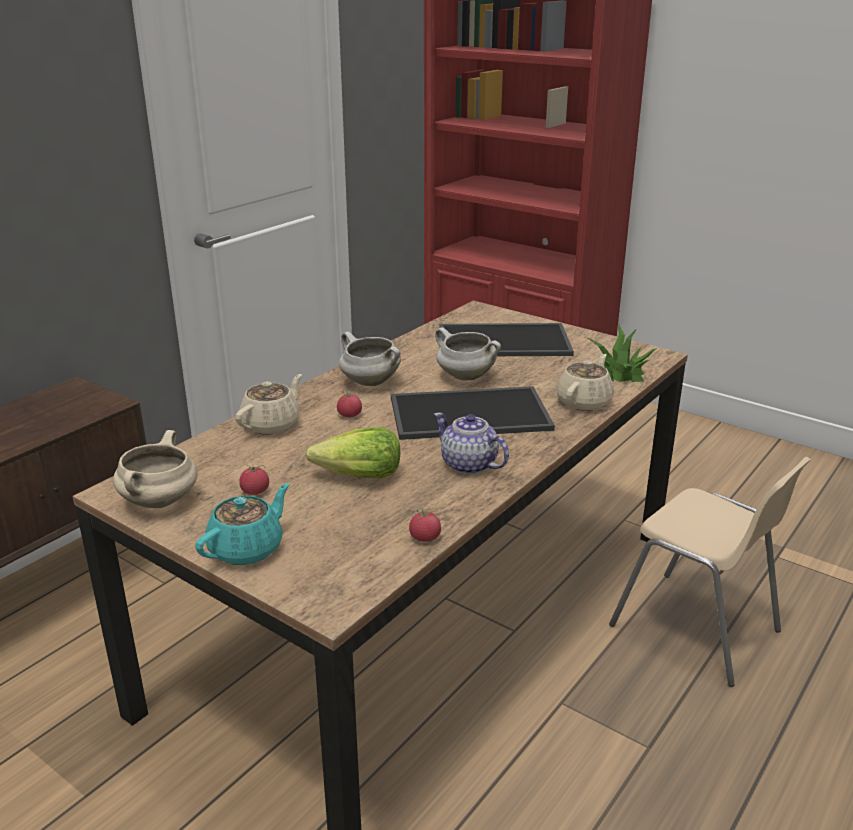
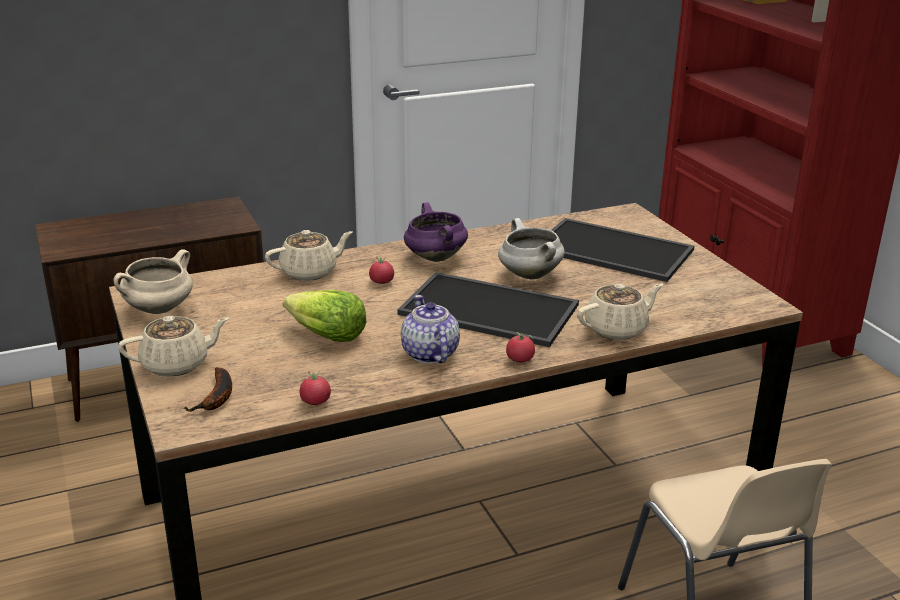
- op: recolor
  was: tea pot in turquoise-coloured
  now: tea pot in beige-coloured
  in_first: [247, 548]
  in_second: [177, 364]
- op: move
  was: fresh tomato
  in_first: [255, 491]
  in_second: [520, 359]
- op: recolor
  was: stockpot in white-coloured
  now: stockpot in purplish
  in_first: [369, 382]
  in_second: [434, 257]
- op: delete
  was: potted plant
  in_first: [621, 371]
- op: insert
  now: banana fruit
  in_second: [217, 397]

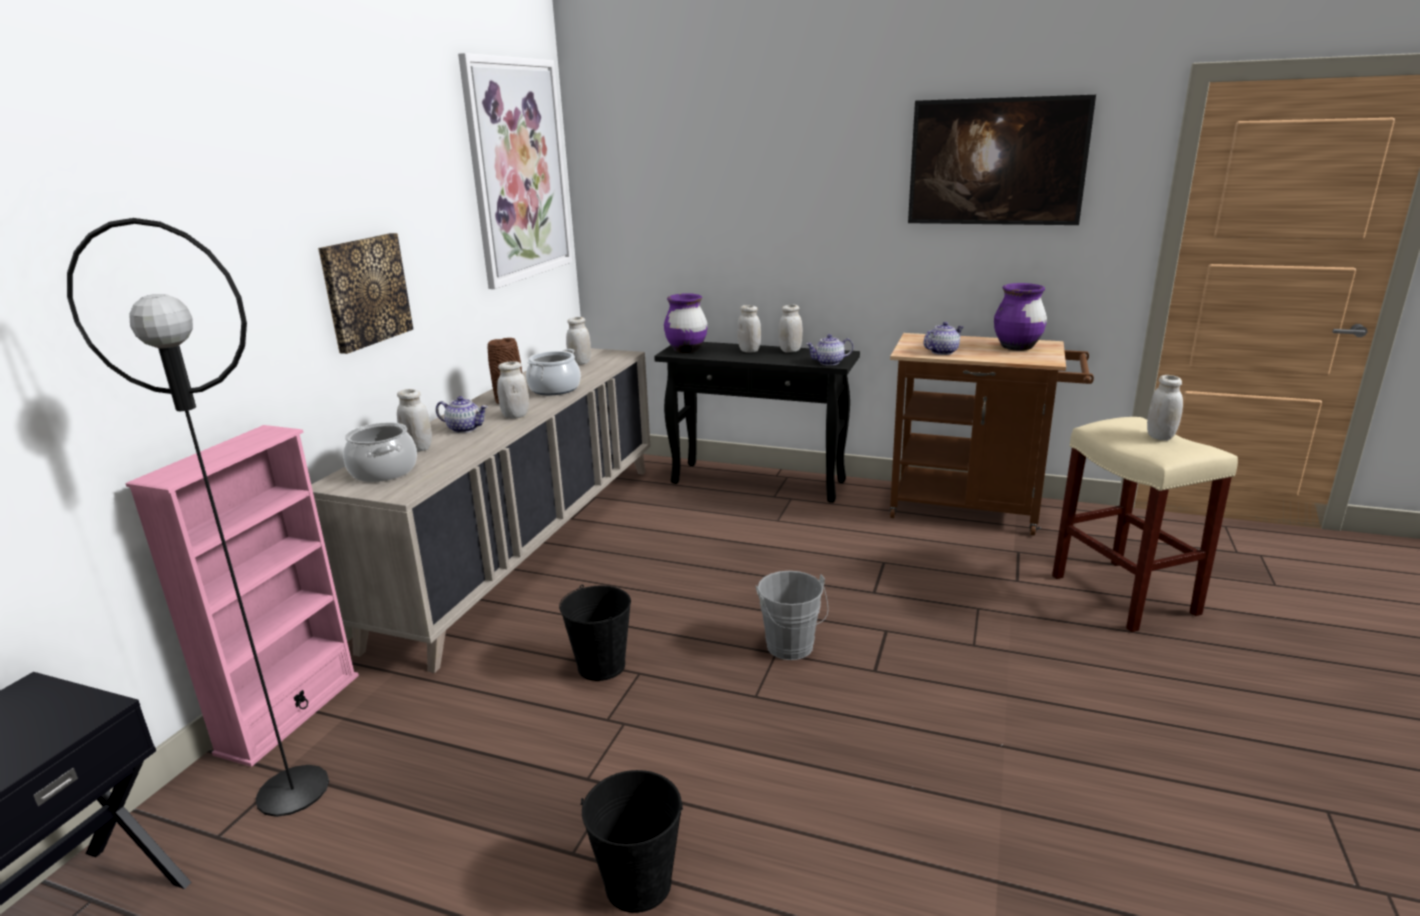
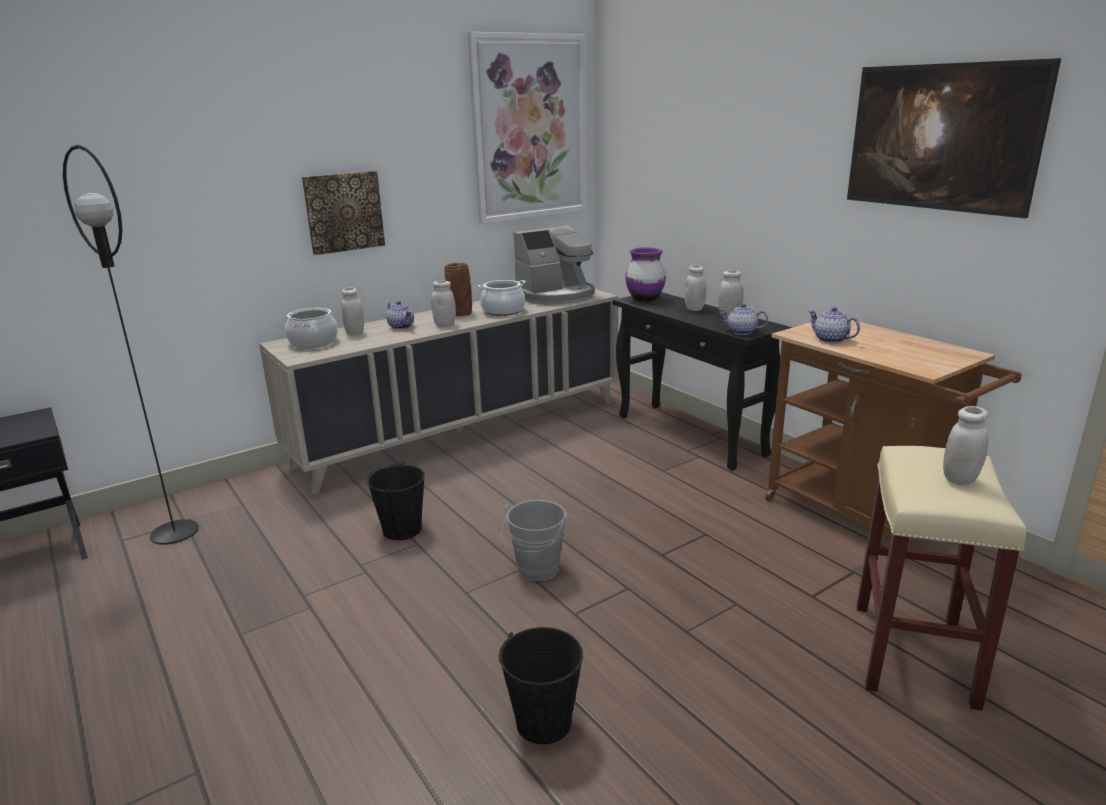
- op: delete
  was: bookshelf in pinkish
  in_first: [289, 713]
- op: replace
  was: jar in white-coloured
  now: coffee maker
  in_first: [580, 363]
  in_second: [556, 296]
- op: move
  was: bucket in black
  in_first: [638, 883]
  in_second: [544, 721]
- op: rotate
  was: tea pot
  in_first: [942, 352]
  in_second: [830, 339]
  clockwise: -135
- op: delete
  was: decorative vase in purplish
  in_first: [1017, 347]

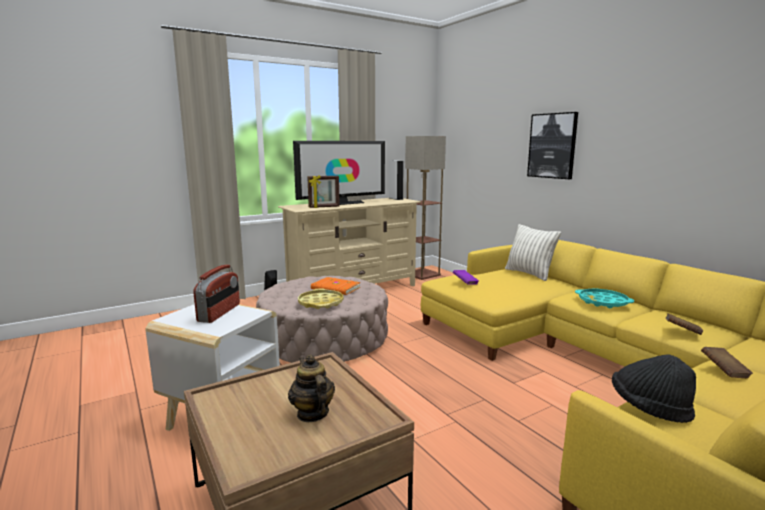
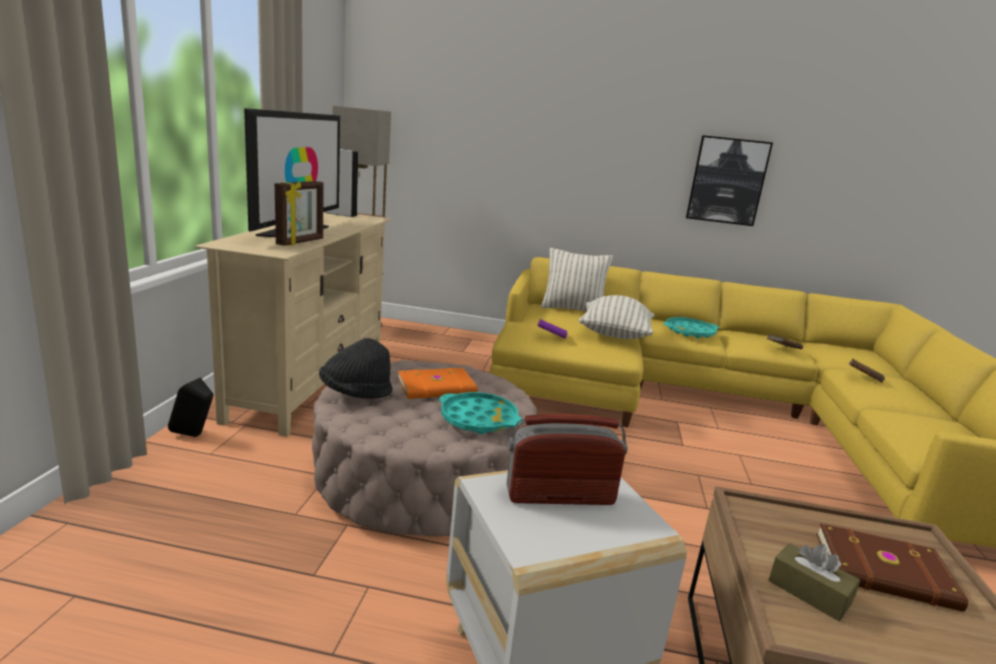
- op: rotate
  was: radio
  in_first: [220, 313]
  in_second: [560, 495]
  clockwise: -60
- op: replace
  was: tea pot
  now: bound book in brown
  in_first: [312, 413]
  in_second: [885, 573]
- op: recolor
  was: tray in yellow
  now: tray in turquoise-coloured
  in_first: [321, 303]
  in_second: [478, 419]
- op: move
  was: wall picture
  in_first: [552, 146]
  in_second: [727, 181]
- op: move
  was: wearable hat in black
  in_first: [649, 408]
  in_second: [356, 393]
- op: insert
  now: throw pillow
  in_second: [614, 336]
- op: insert
  now: box of tissues in brown
  in_second: [809, 592]

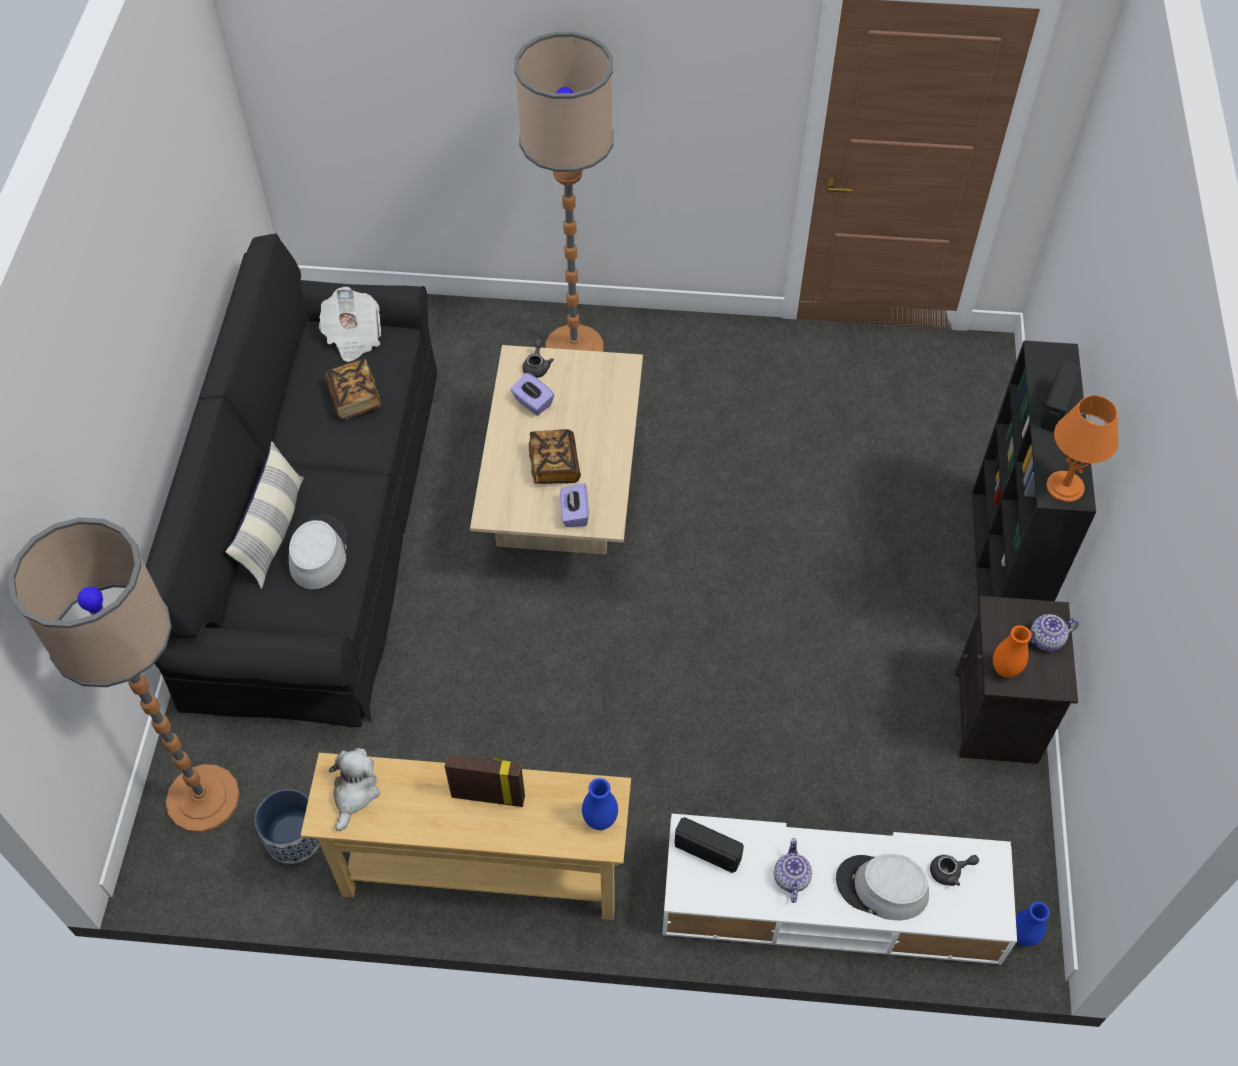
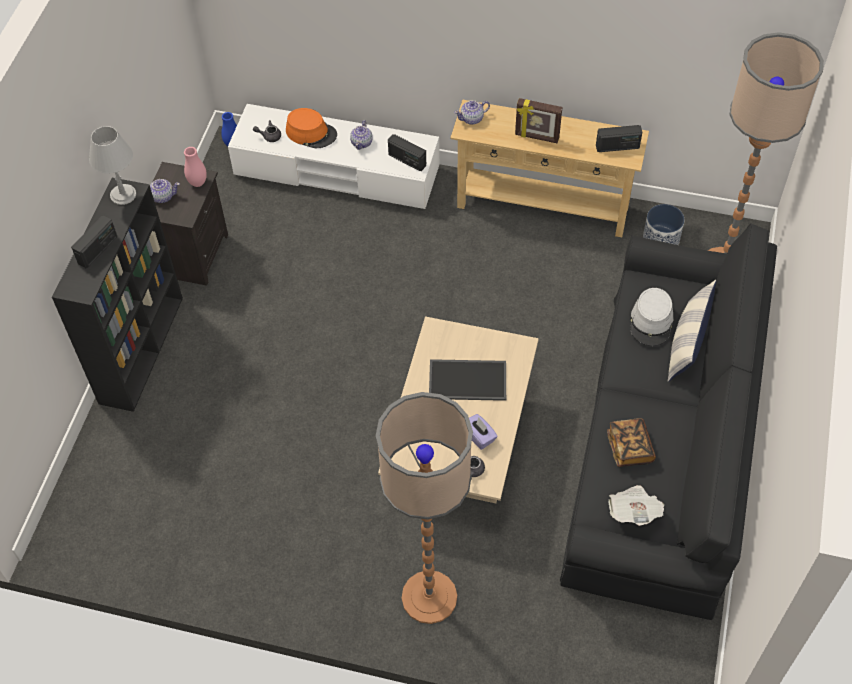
- op: replace
  was: plush toy
  now: radio
  in_first: [354, 793]
  in_second: [617, 147]
- op: replace
  was: bound book
  now: tray
  in_first: [554, 465]
  in_second: [468, 379]
- op: delete
  was: box of tissues in purplish
  in_first: [574, 513]
- op: replace
  was: decorative vase in bluish
  now: tea pot
  in_first: [600, 820]
  in_second: [472, 119]
- op: recolor
  was: wearable hat in grey
  now: wearable hat in orange
  in_first: [882, 888]
  in_second: [311, 133]
- op: recolor
  was: decorative vase in orange
  now: decorative vase in pinkish
  in_first: [1005, 669]
  in_second: [198, 183]
- op: recolor
  was: table lamp in orange
  now: table lamp in grey
  in_first: [1064, 486]
  in_second: [123, 195]

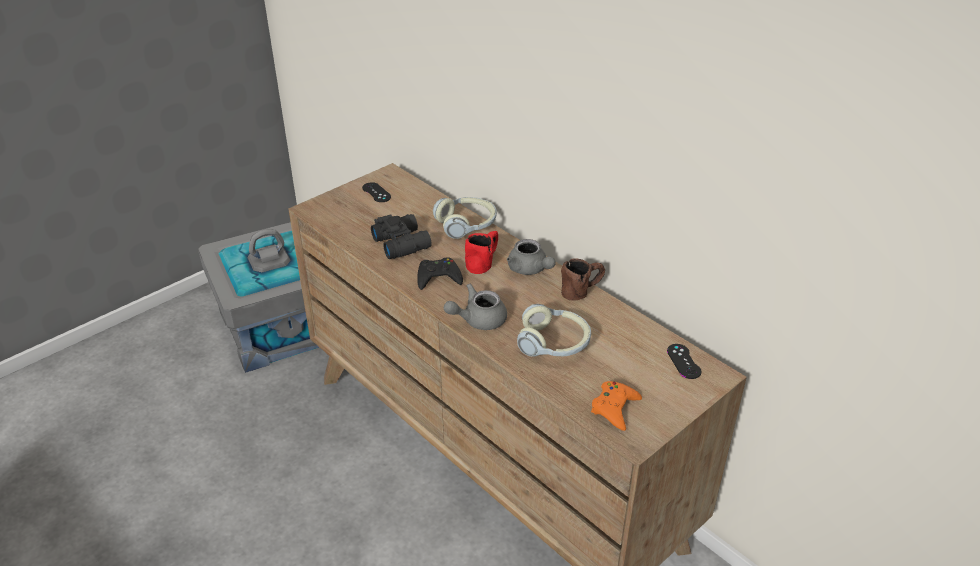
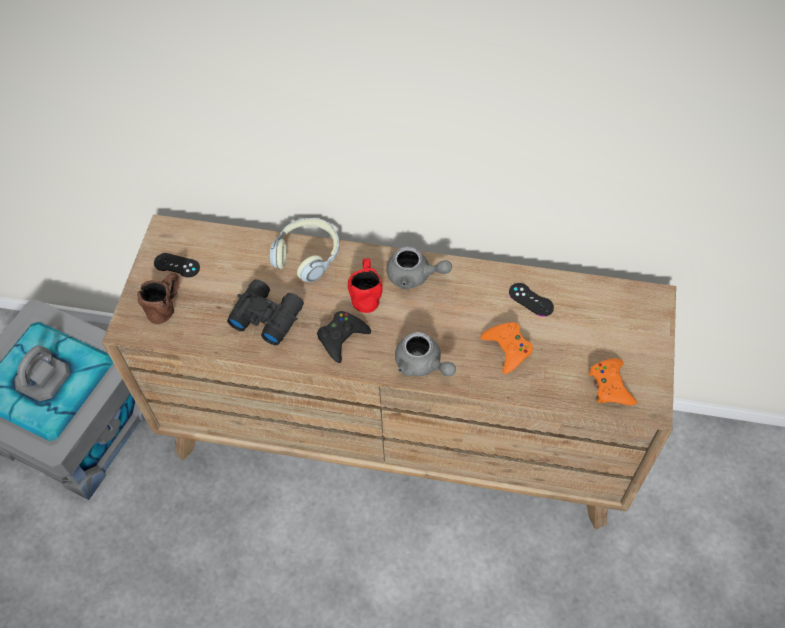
- op: rotate
  was: tea pot in grey
  in_first: [478, 320]
  in_second: [422, 364]
  clockwise: -75
- op: replace
  was: pair of headphones
  now: gamepad in orange
  in_first: [554, 343]
  in_second: [508, 348]
- op: move
  was: mug in brown
  in_first: [582, 291]
  in_second: [166, 304]
- op: move
  was: gamepad in black
  in_first: [683, 361]
  in_second: [531, 300]

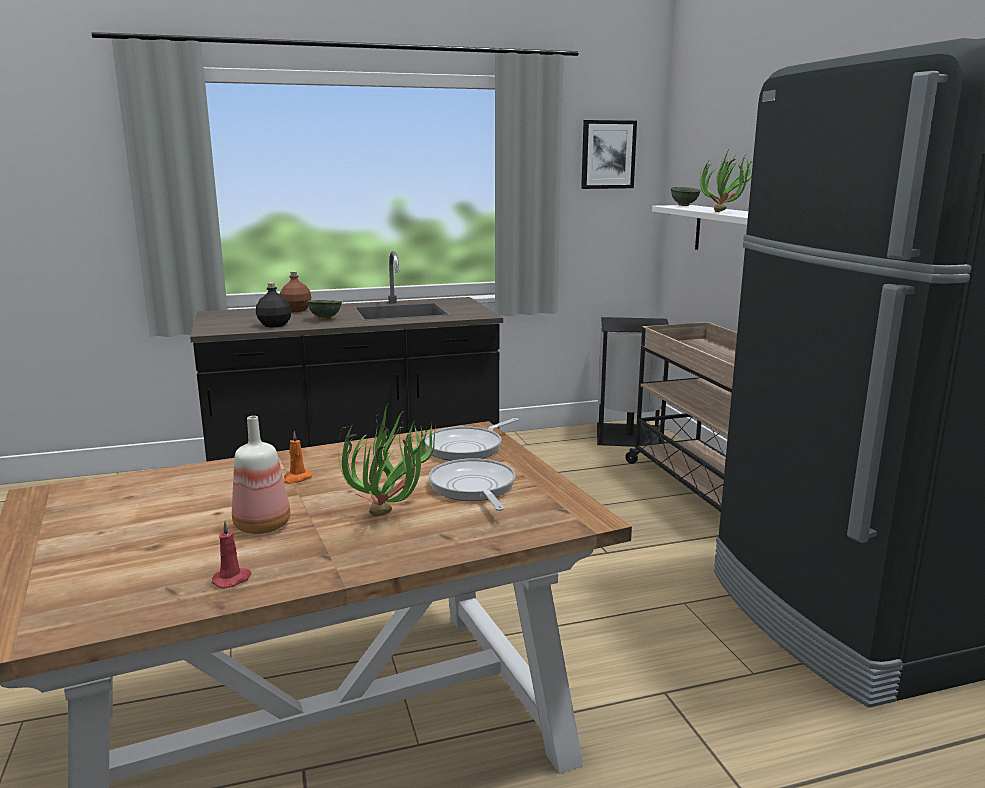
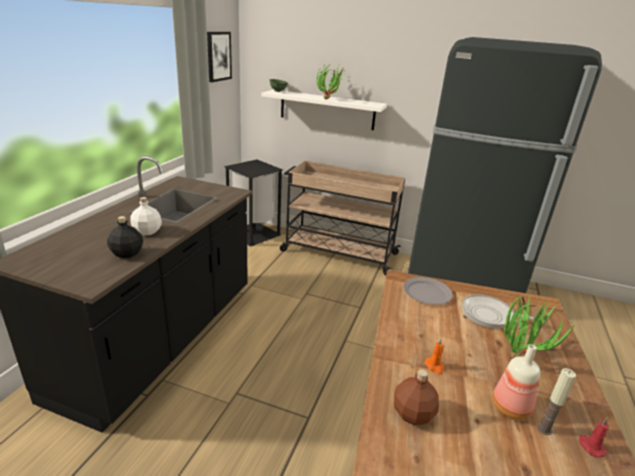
- op: move
  was: bottle in brown
  in_first: [296, 310]
  in_second: [413, 414]
- op: replace
  was: serving bowl in greenish
  now: bottle in white-coloured
  in_first: [324, 319]
  in_second: [147, 232]
- op: replace
  was: frying pan
  now: plate in grey
  in_first: [467, 447]
  in_second: [427, 292]
- op: insert
  now: candle
  in_second: [544, 429]

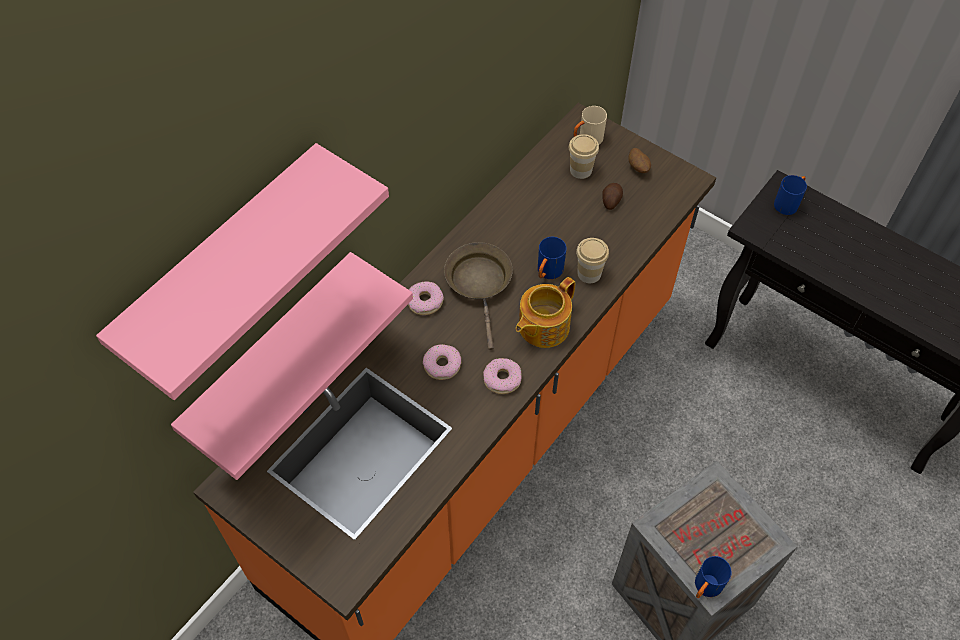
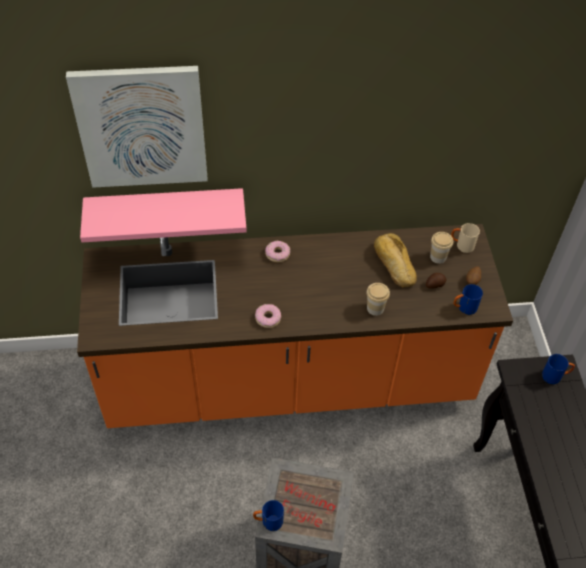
- op: replace
  was: shelf in pinkish
  now: wall picture
  in_first: [223, 262]
  in_second: [142, 127]
- op: delete
  was: doughnut
  in_first: [442, 365]
- op: delete
  was: frying pan in brown
  in_first: [480, 284]
- op: delete
  was: tea pot
  in_first: [542, 326]
- op: move
  was: mug in bluish
  in_first: [547, 273]
  in_second: [464, 308]
- op: insert
  now: baked bread
  in_second: [393, 264]

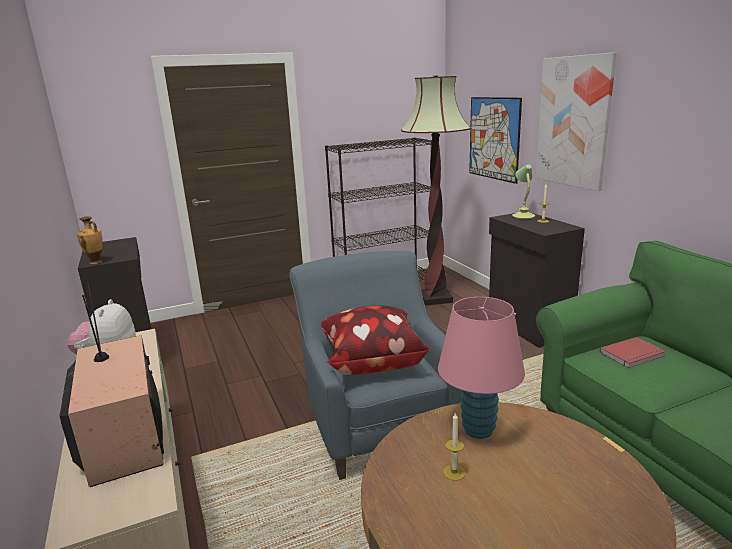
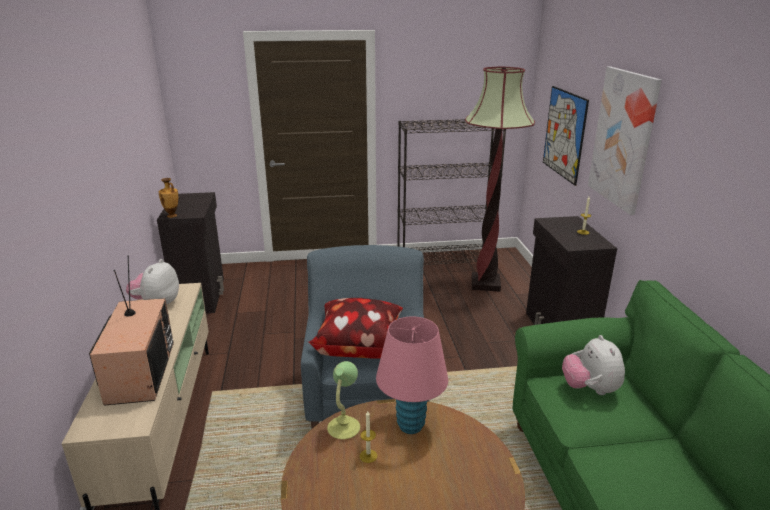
- op: move
  was: table lamp
  in_first: [523, 216]
  in_second: [344, 428]
- op: replace
  was: bound book in red
  now: plush toy
  in_first: [633, 355]
  in_second: [590, 389]

